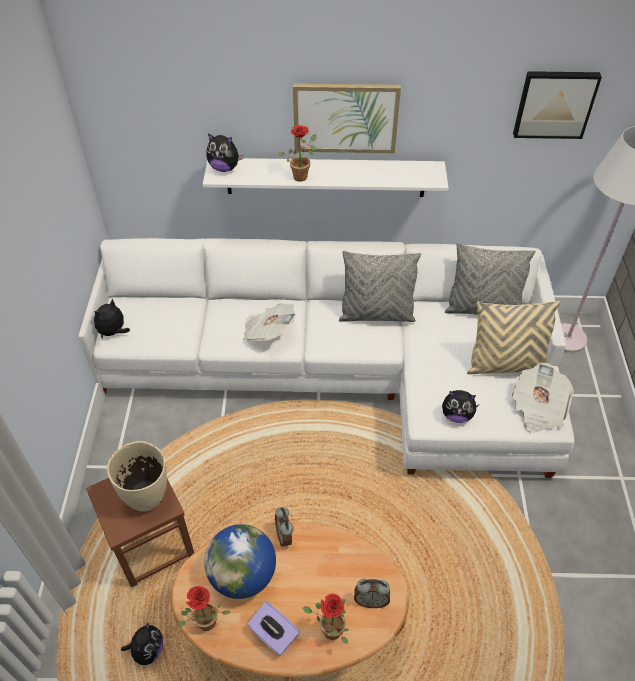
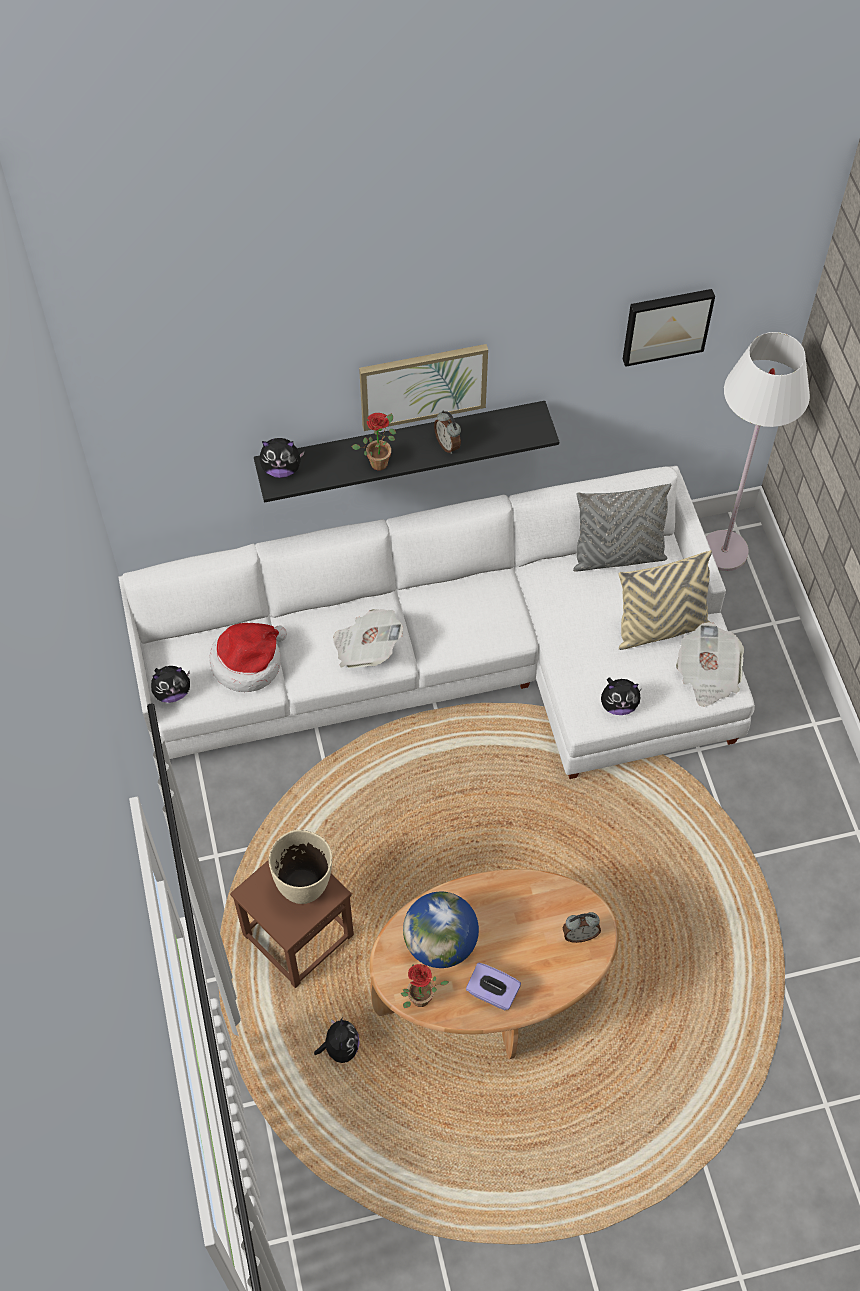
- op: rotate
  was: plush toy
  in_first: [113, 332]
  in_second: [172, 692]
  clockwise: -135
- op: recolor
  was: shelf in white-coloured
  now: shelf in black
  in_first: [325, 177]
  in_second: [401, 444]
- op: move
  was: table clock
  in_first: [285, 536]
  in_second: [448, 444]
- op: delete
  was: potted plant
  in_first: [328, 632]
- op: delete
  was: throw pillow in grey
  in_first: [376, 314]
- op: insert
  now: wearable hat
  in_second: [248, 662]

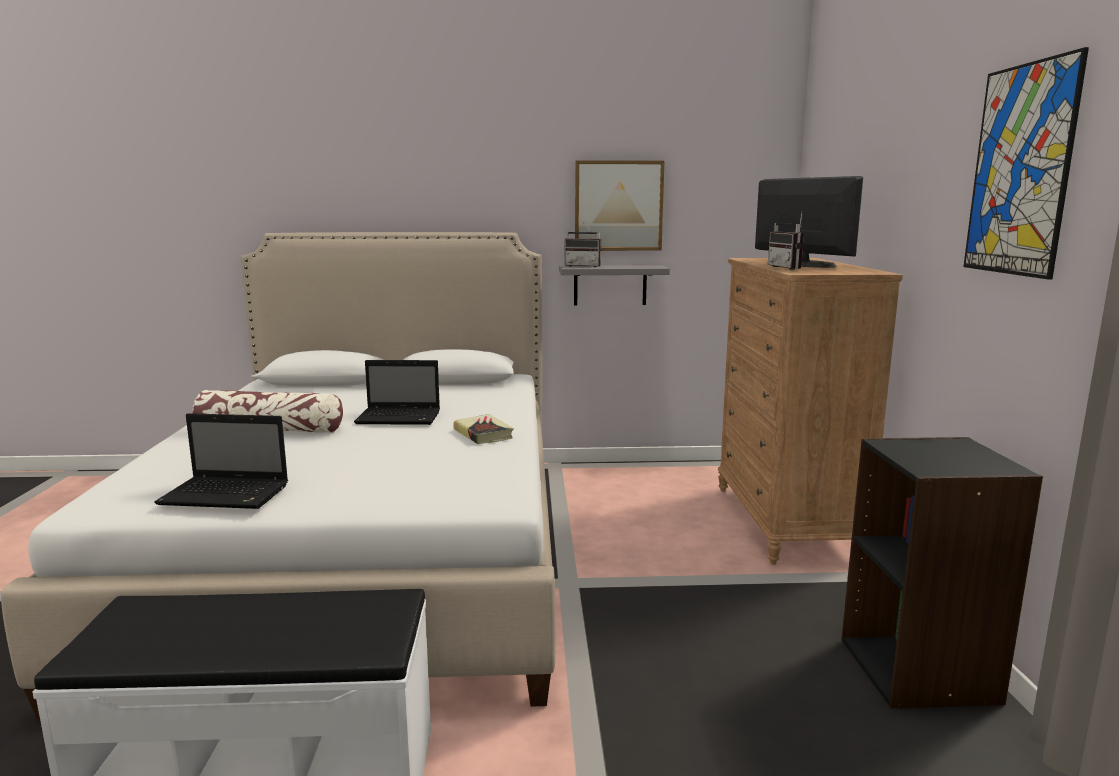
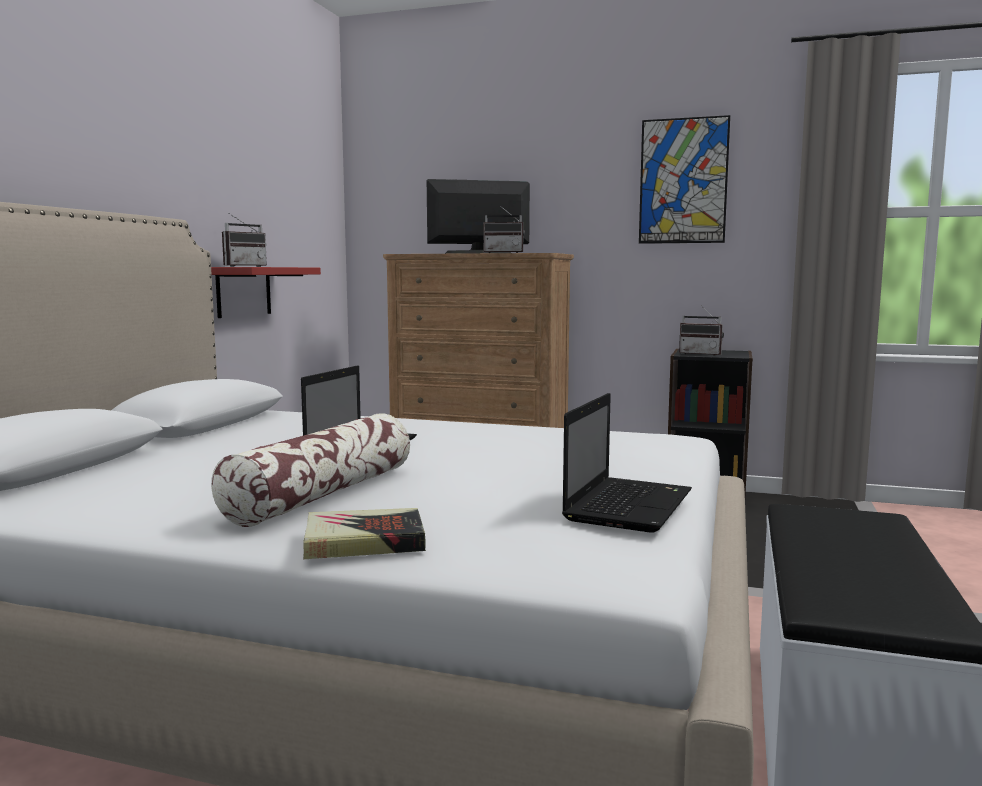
- op: move
  was: bound book
  in_first: [483, 434]
  in_second: [364, 542]
- op: recolor
  was: shelf in grey
  now: shelf in red
  in_first: [610, 285]
  in_second: [243, 291]
- op: delete
  was: wall picture
  in_first: [618, 206]
- op: insert
  now: radio
  in_second: [701, 354]

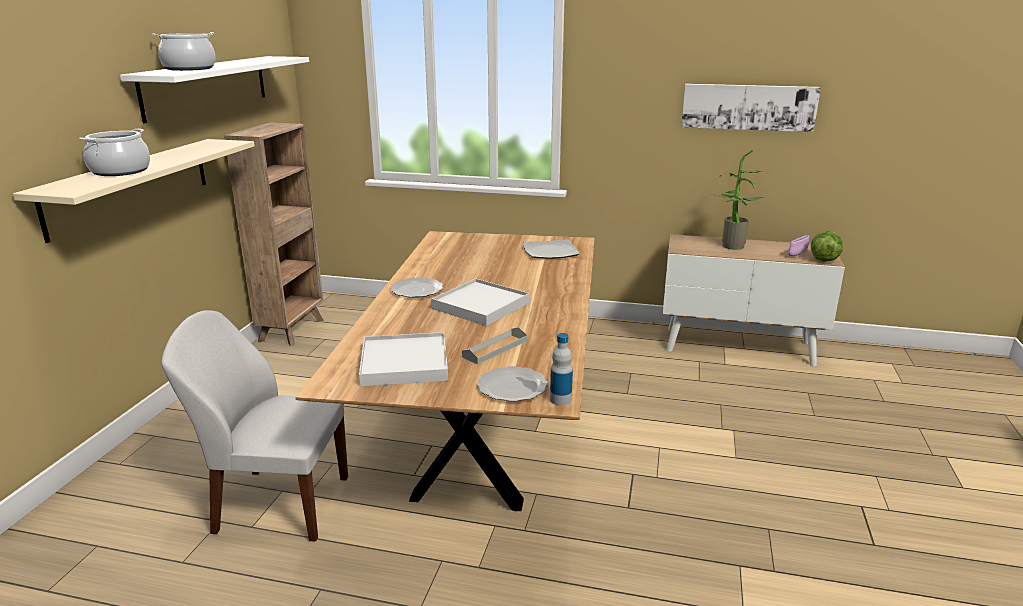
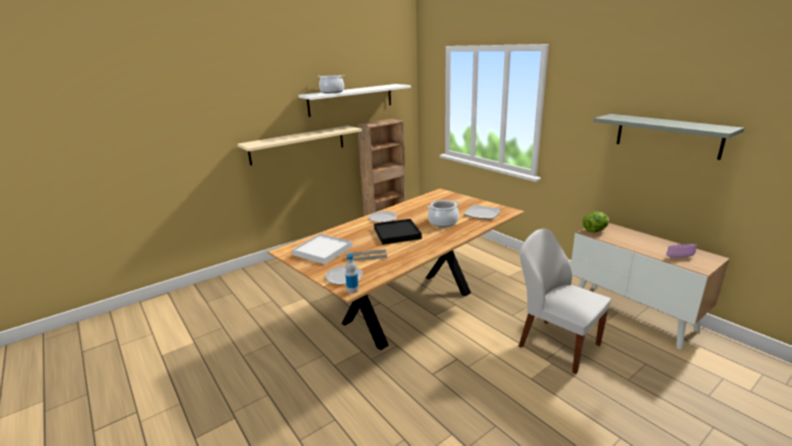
- op: move
  was: stockpot
  in_first: [120, 171]
  in_second: [443, 222]
- op: move
  was: chair in white-coloured
  in_first: [279, 504]
  in_second: [557, 344]
- op: recolor
  was: tray in white-coloured
  now: tray in black
  in_first: [480, 305]
  in_second: [397, 233]
- op: replace
  was: wall picture
  now: shelf in grey
  in_first: [748, 107]
  in_second: [667, 135]
- op: delete
  was: potted plant
  in_first: [731, 247]
- op: move
  was: lettuce
  in_first: [824, 259]
  in_second: [594, 230]

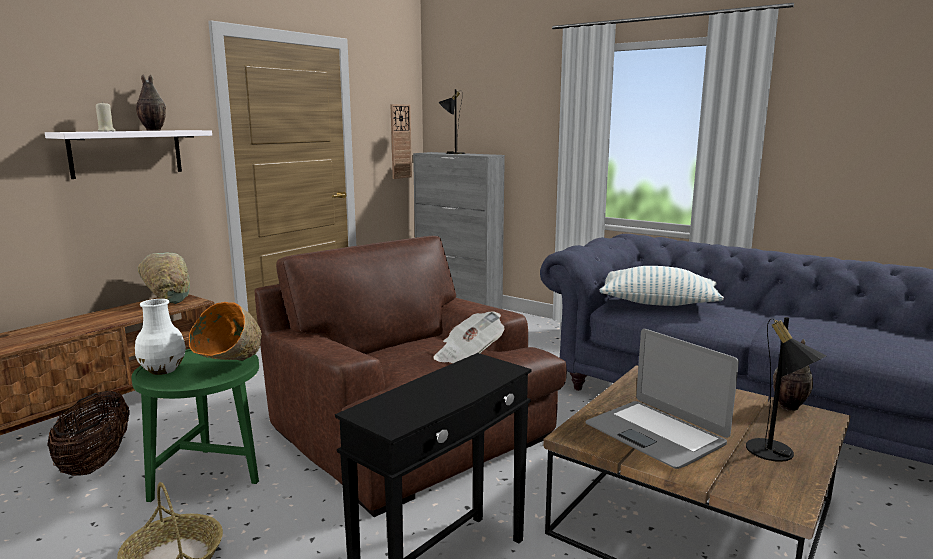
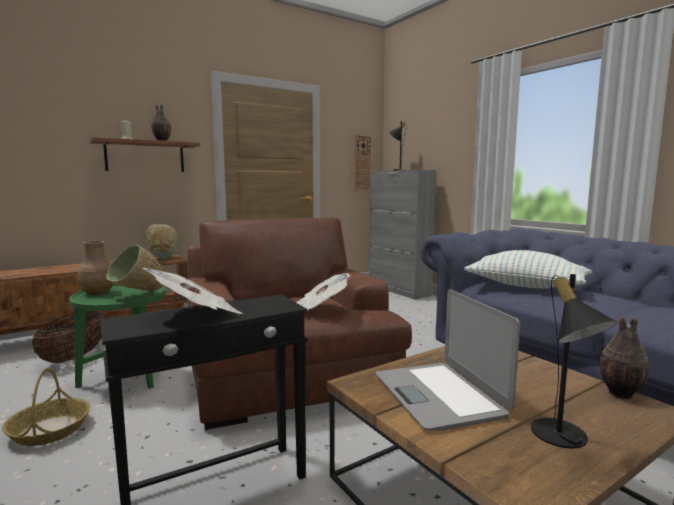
- op: recolor
  was: shelf in white-coloured
  now: shelf in brown
  in_first: [126, 153]
  in_second: [145, 156]
- op: recolor
  was: decorative vase in white-coloured
  now: decorative vase in brown
  in_first: [162, 370]
  in_second: [98, 292]
- op: recolor
  was: serving bowl in orange
  now: serving bowl in greenish
  in_first: [232, 368]
  in_second: [138, 295]
- op: insert
  now: printed paper
  in_second: [197, 315]

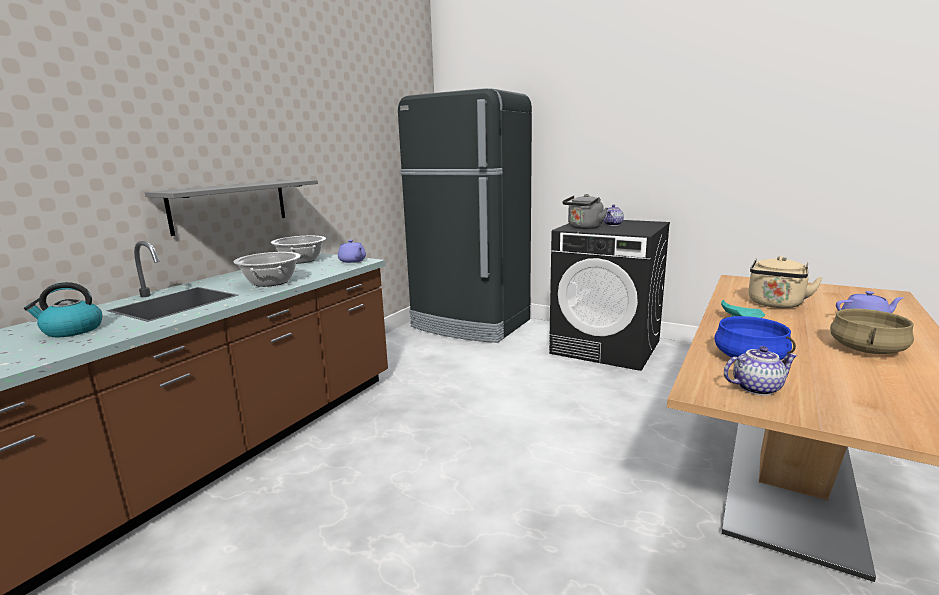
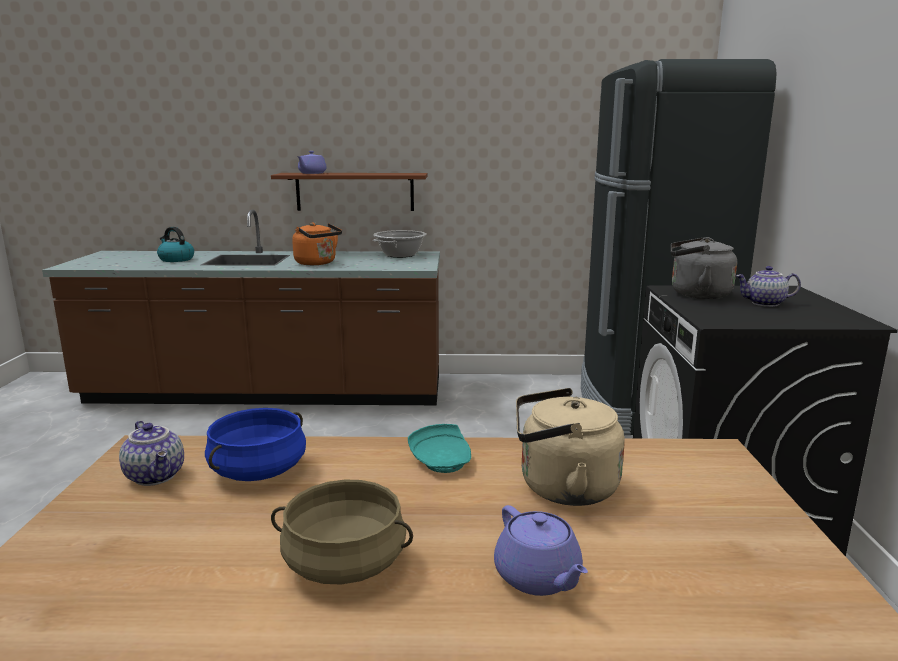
- op: recolor
  was: shelf in grey
  now: shelf in brown
  in_first: [230, 205]
  in_second: [355, 191]
- op: replace
  was: stockpot
  now: kettle in orange
  in_first: [271, 282]
  in_second: [317, 263]
- op: move
  was: tea pot in purplish
  in_first: [352, 261]
  in_second: [312, 173]

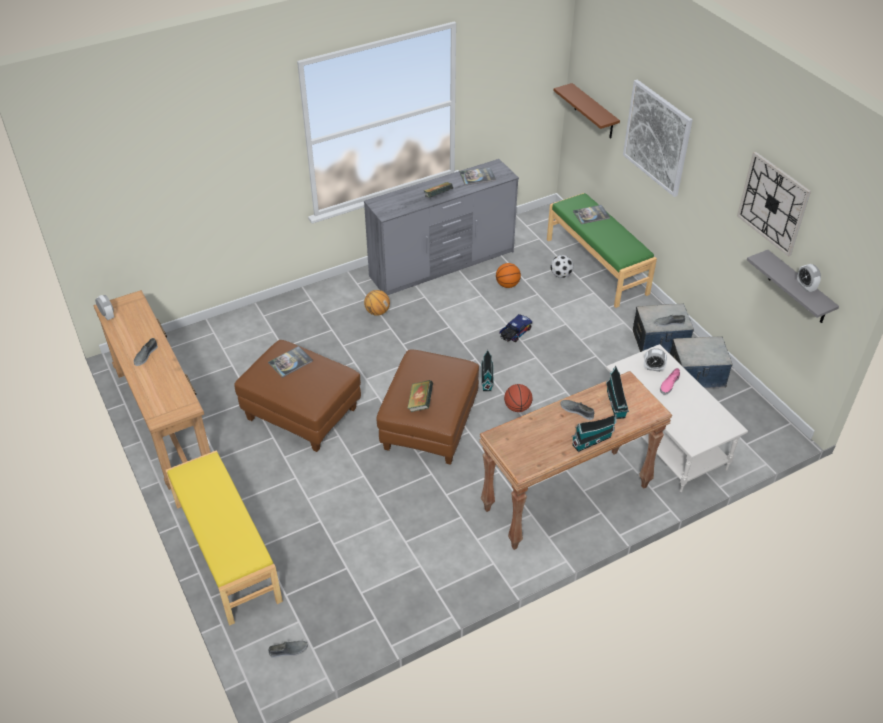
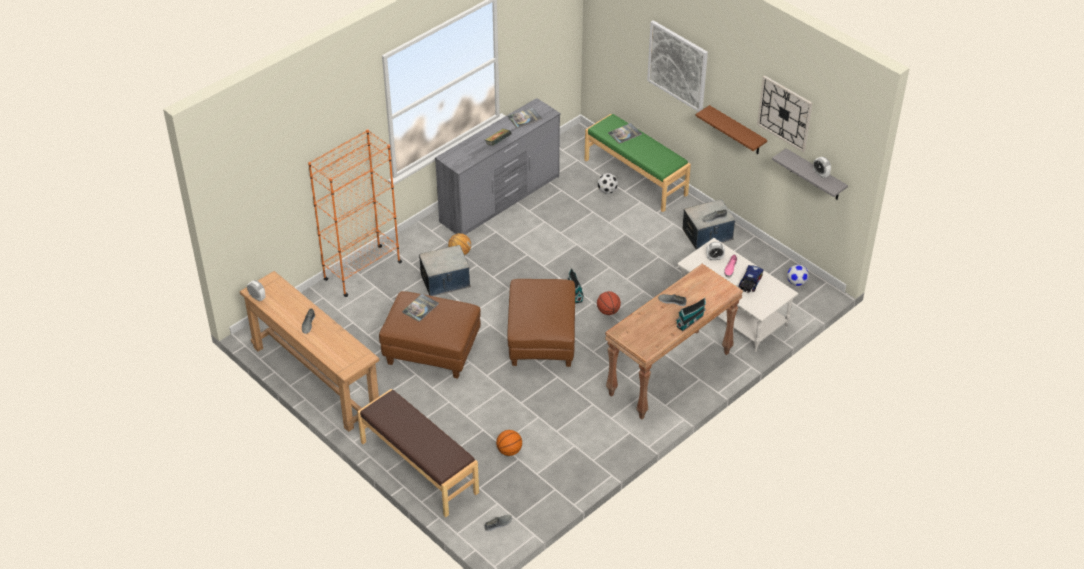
- op: recolor
  was: bench in yellow
  now: bench in brown
  in_first: [226, 552]
  in_second: [418, 467]
- op: delete
  was: bound book
  in_first: [420, 403]
- op: move
  was: basketball
  in_first: [507, 285]
  in_second: [509, 451]
- op: move
  was: toy lorry
  in_first: [514, 333]
  in_second: [749, 284]
- op: move
  was: shelf in brown
  in_first: [594, 112]
  in_second: [737, 131]
- op: delete
  was: miniature house
  in_first: [616, 405]
- op: move
  was: storage box
  in_first: [696, 375]
  in_second: [445, 281]
- op: insert
  now: bookshelf in orange
  in_second: [362, 271]
- op: insert
  now: ball for football
  in_second: [796, 282]

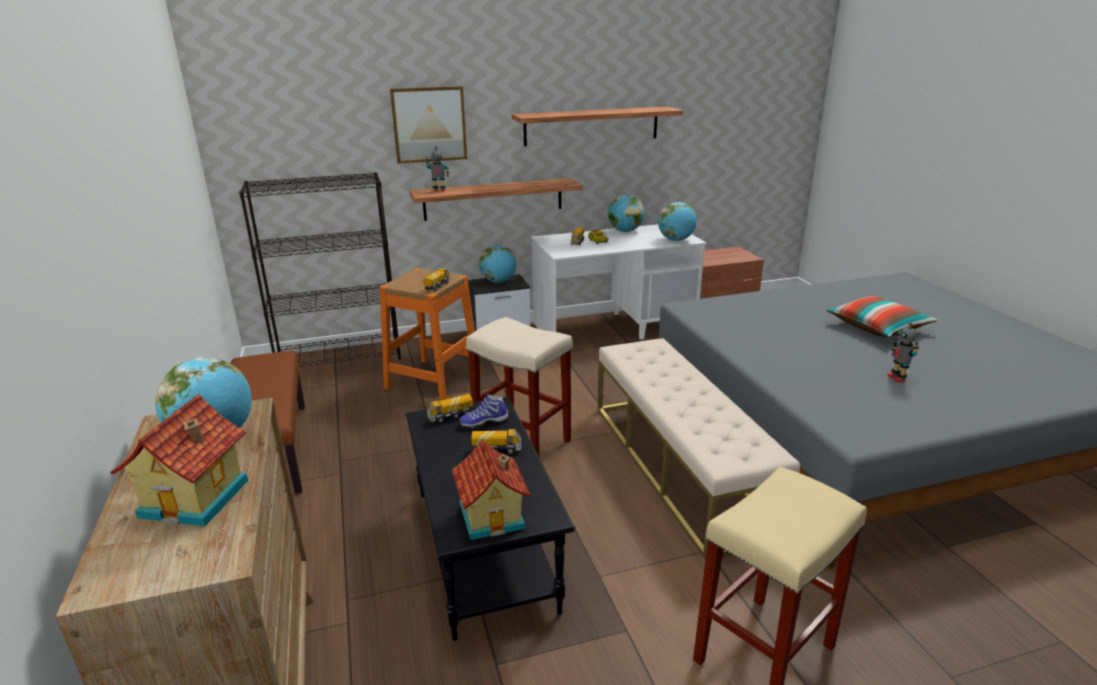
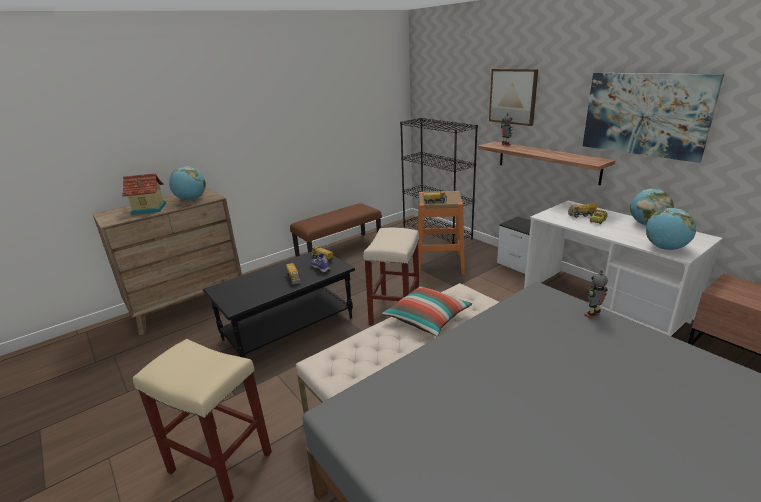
- op: delete
  was: miniature house
  in_first: [493, 516]
- op: delete
  was: globe
  in_first: [498, 282]
- op: replace
  was: shelf
  now: wall picture
  in_first: [591, 126]
  in_second: [645, 114]
- op: move
  was: throw pillow
  in_first: [877, 328]
  in_second: [427, 319]
- op: move
  was: toy robot
  in_first: [897, 378]
  in_second: [593, 315]

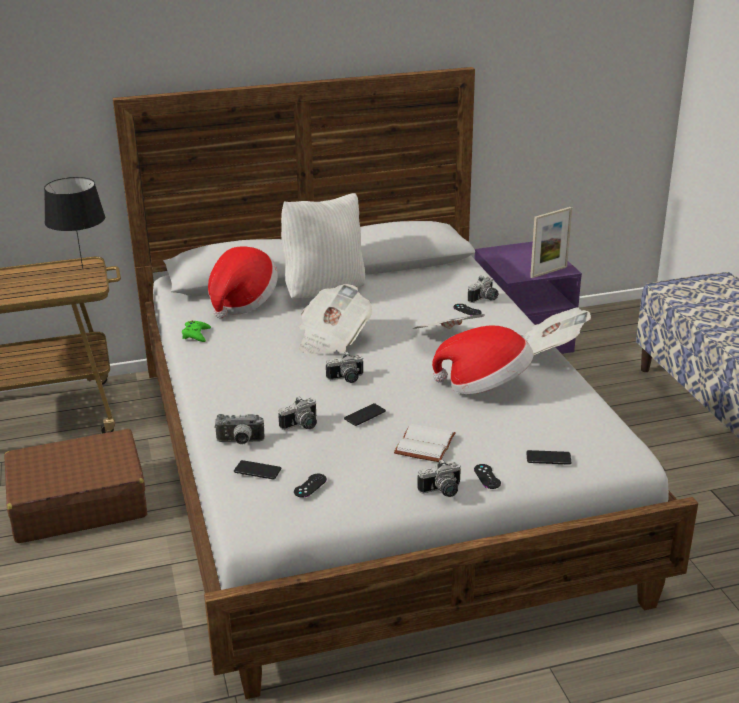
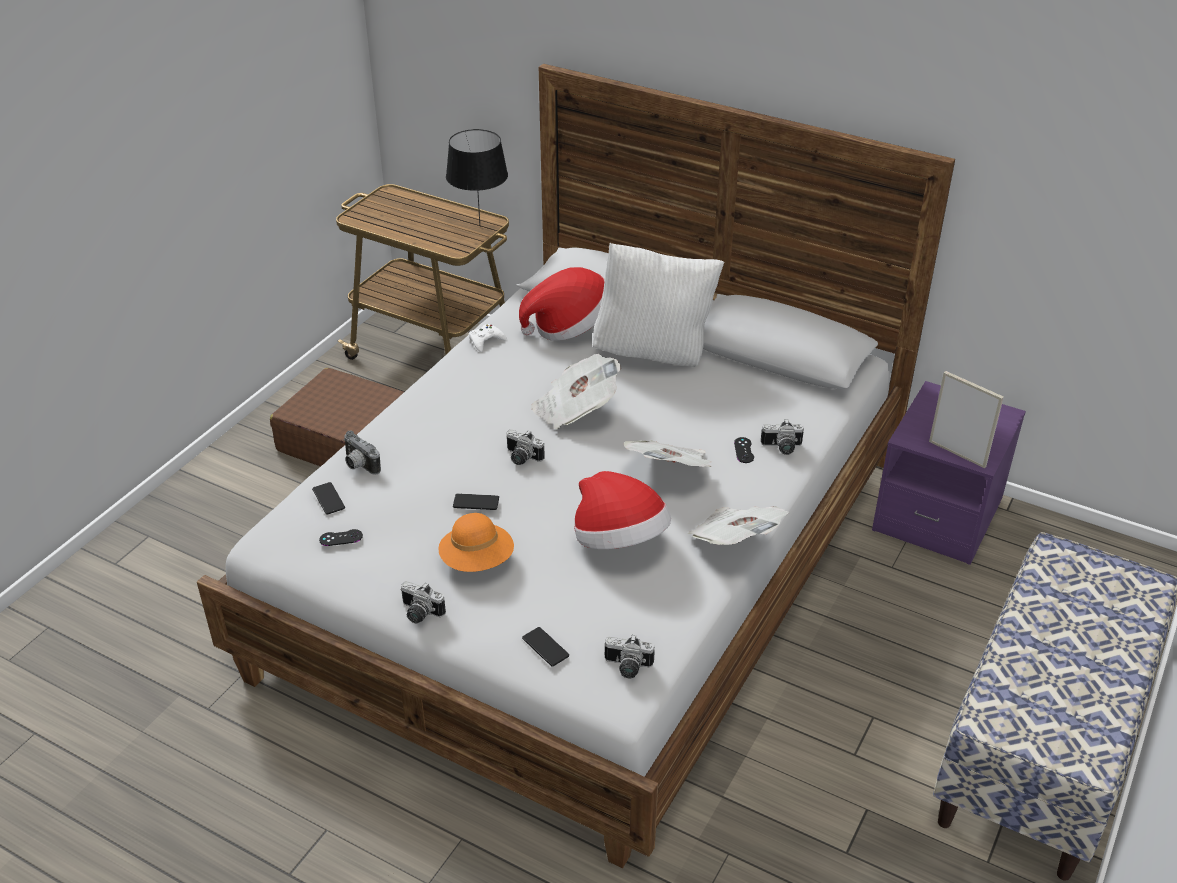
- op: recolor
  was: gamepad in greenish
  now: gamepad in white-coloured
  in_first: [196, 334]
  in_second: [486, 341]
- op: move
  was: still camera
  in_first: [302, 426]
  in_second: [627, 667]
- op: replace
  was: bound book in white-coloured
  now: wearable hat in orange
  in_first: [423, 444]
  in_second: [477, 561]
- op: delete
  was: gamepad in black
  in_first: [487, 476]
- op: rotate
  was: photo frame
  in_first: [548, 272]
  in_second: [957, 453]
  clockwise: -150

